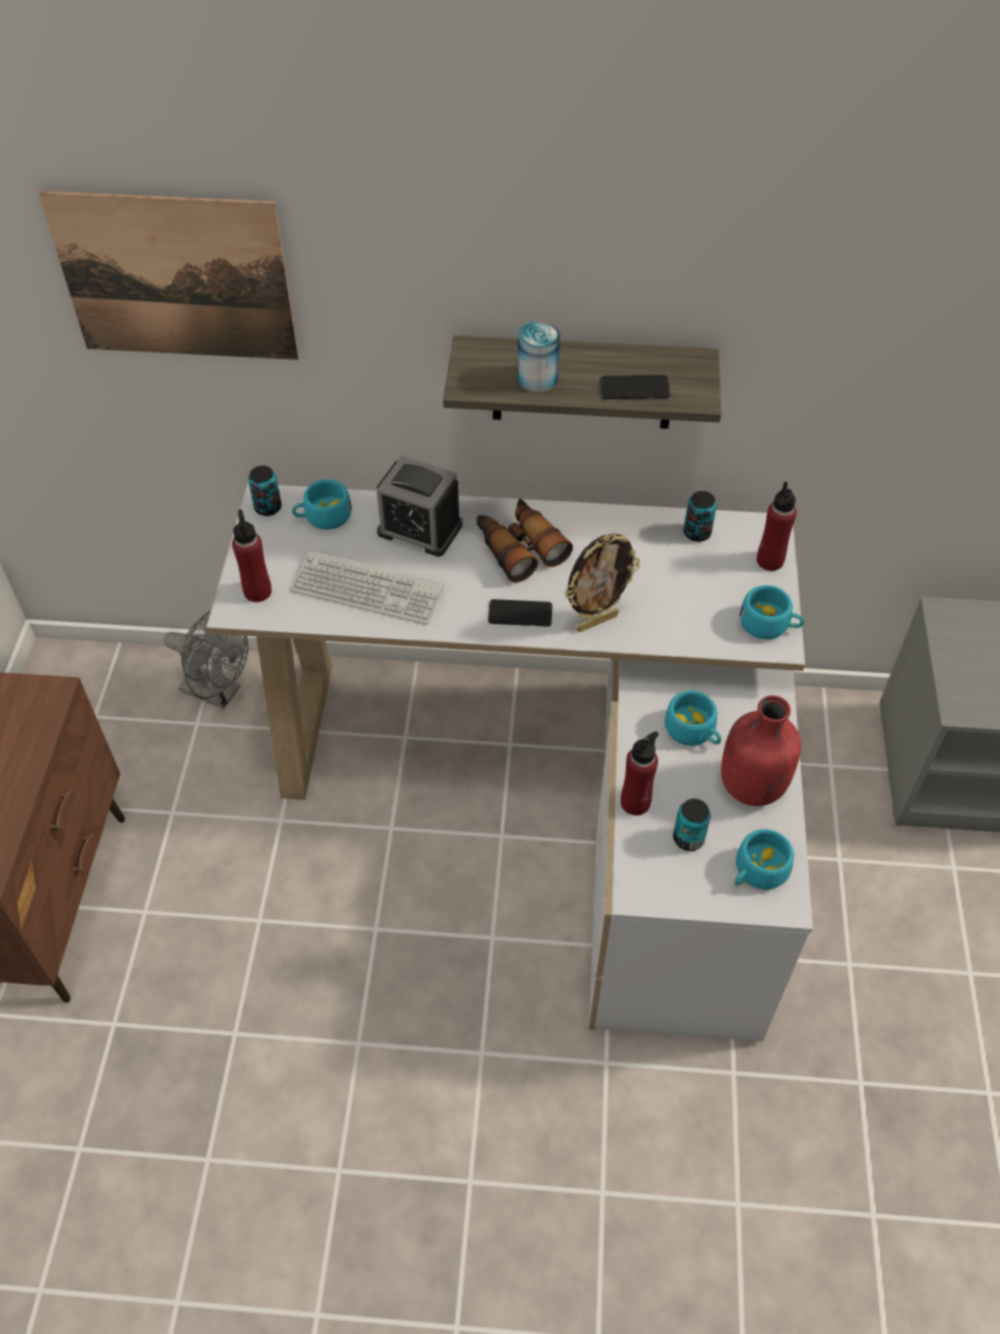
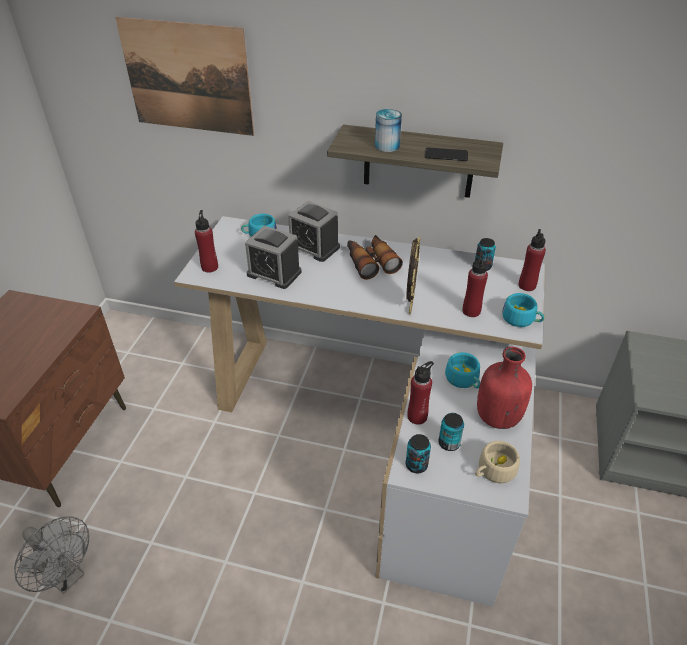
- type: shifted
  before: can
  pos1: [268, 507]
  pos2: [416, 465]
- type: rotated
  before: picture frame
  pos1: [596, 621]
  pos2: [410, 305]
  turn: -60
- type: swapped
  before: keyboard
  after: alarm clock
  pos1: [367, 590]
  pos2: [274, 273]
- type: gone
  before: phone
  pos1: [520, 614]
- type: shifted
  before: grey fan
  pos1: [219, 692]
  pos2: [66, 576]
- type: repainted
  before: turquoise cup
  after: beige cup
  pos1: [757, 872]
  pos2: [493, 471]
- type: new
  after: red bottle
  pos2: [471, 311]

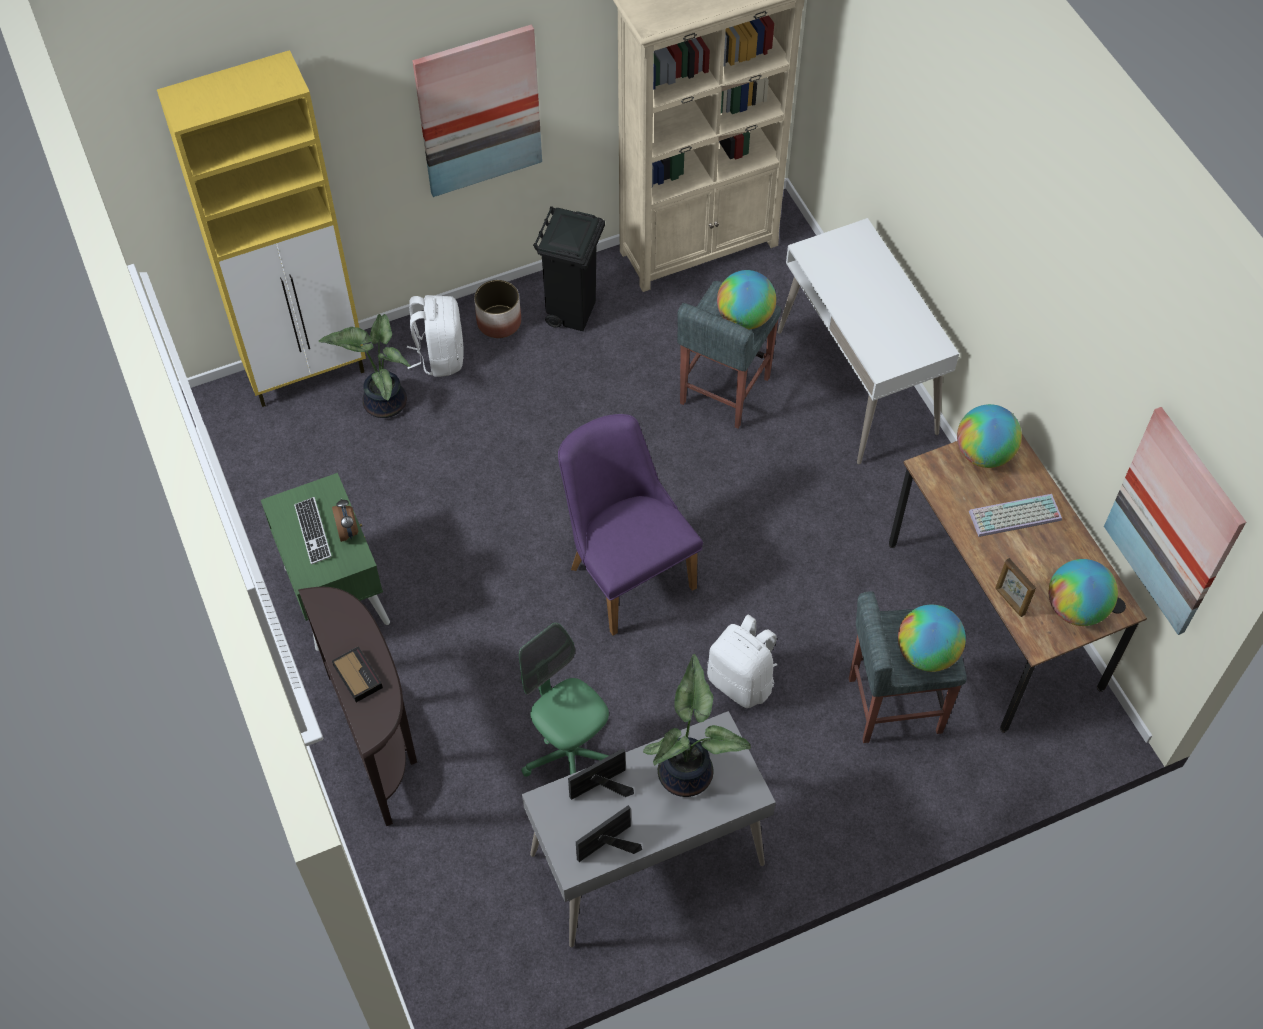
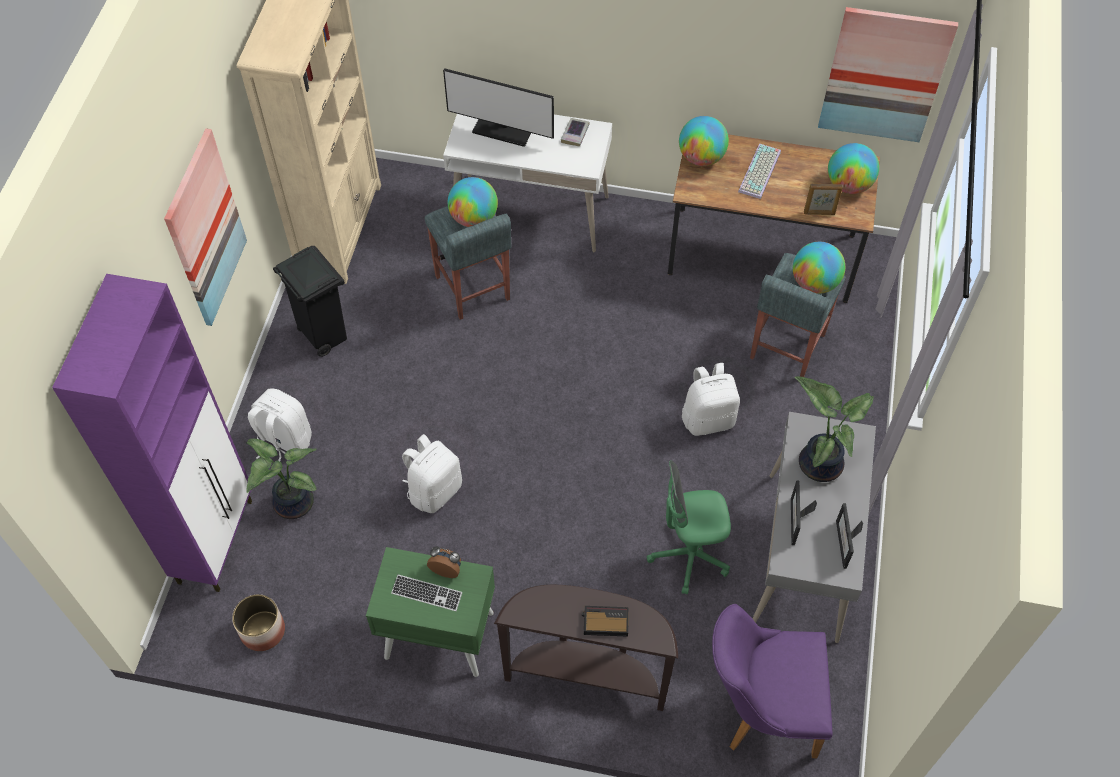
- type: repainted
  before: yellow cabinet
  after: purple cabinet
  pos1: [308, 372]
  pos2: [216, 540]
- type: shifted
  before: planter
  pos1: [499, 321]
  pos2: [262, 630]
- type: shifted
  before: purple chair
  pos1: [624, 570]
  pos2: [760, 708]
- type: new
  after: monitor
  pos2: [502, 130]
- type: new
  after: book
  pos2: [575, 134]
- type: new
  after: white backpack
  pos2: [434, 490]

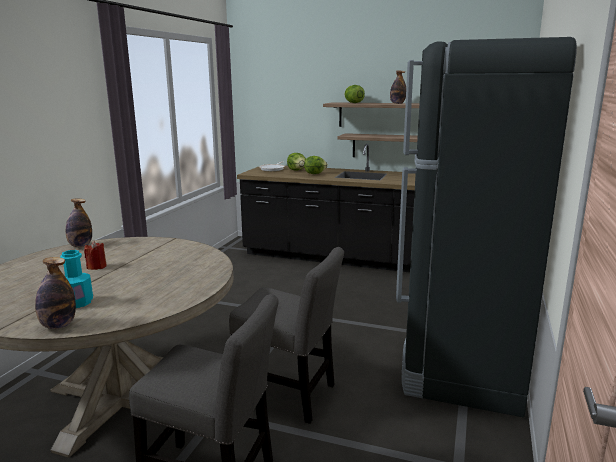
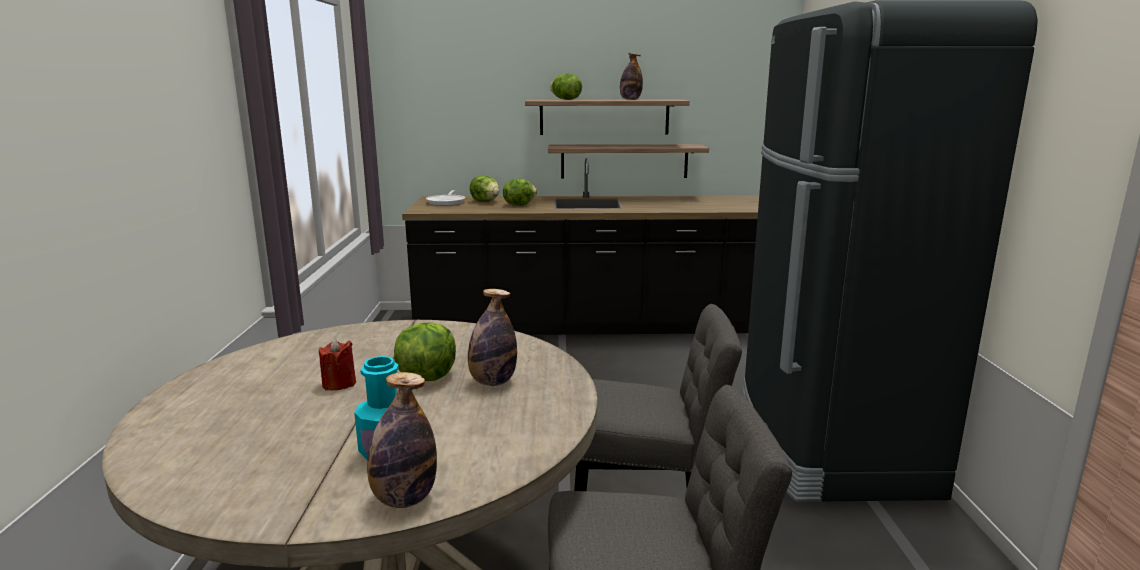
- type: shifted
  before: bottle
  pos1: [80, 246]
  pos2: [492, 382]
- type: new
  after: lettuce
  pos2: [427, 376]

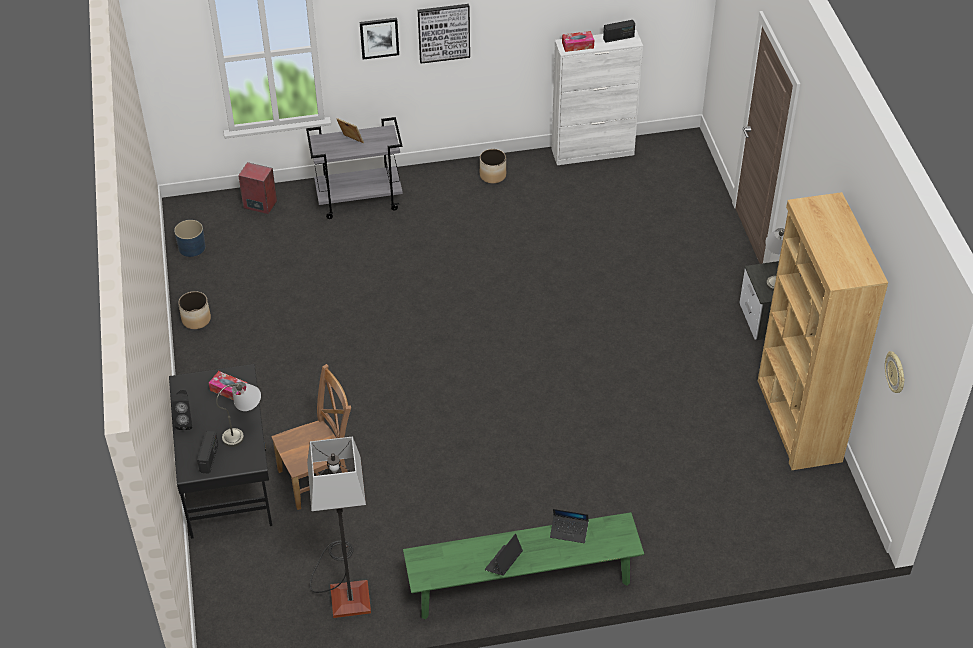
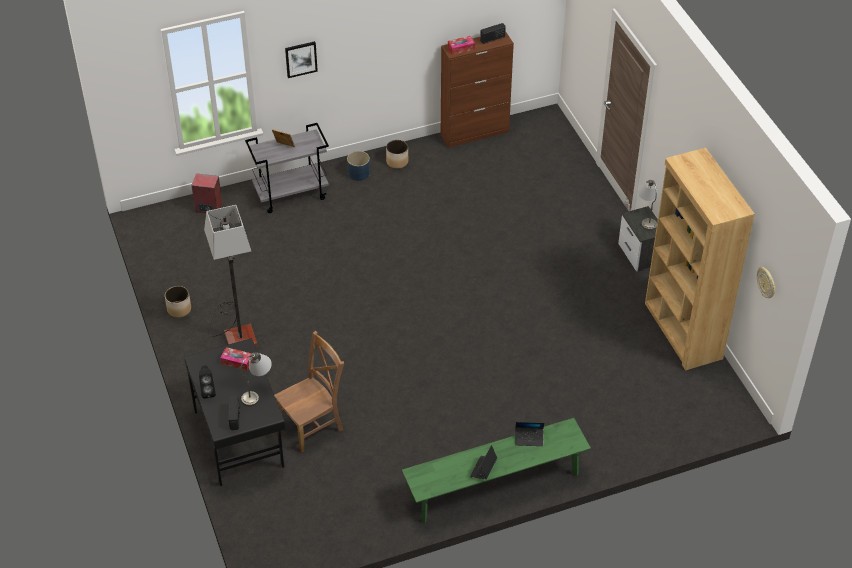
- type: gone
  before: picture
  pos1: [443, 32]
- type: repainted
  before: white cabinet
  after: brown cabinet
  pos1: [593, 152]
  pos2: [475, 133]
- type: shifted
  before: blue planter
  pos1: [192, 247]
  pos2: [359, 173]
- type: shifted
  before: floor lamp
  pos1: [345, 589]
  pos2: [235, 332]

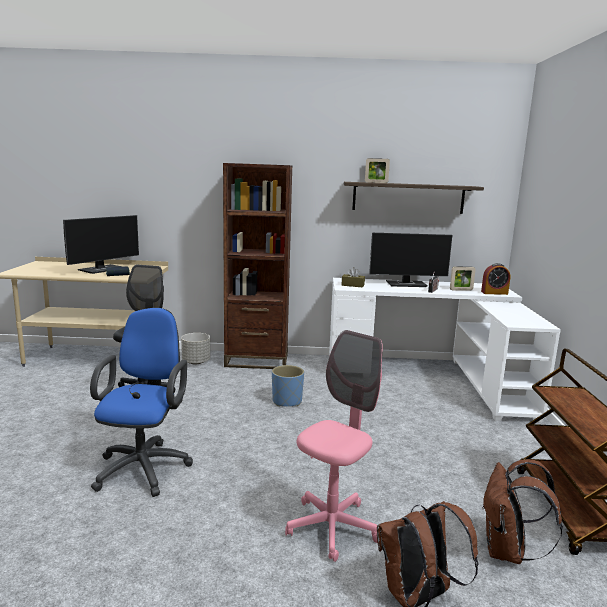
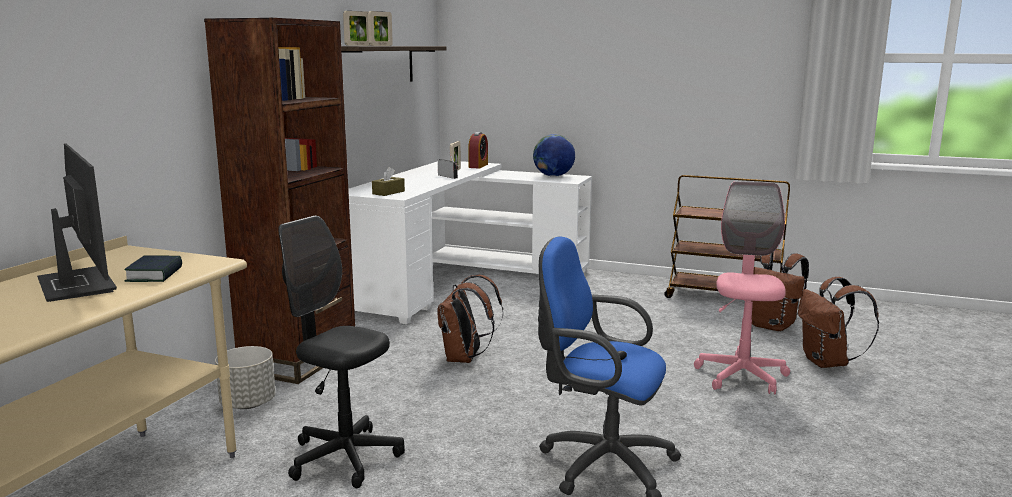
- type: gone
  before: monitor
  pos1: [407, 284]
- type: rotated
  before: pink office chair
  pos1: [332, 527]
  pos2: [741, 376]
  turn: 45
- type: swapped
  before: blue planter
  after: brown backpack
  pos1: [287, 401]
  pos2: [465, 359]
- type: new
  after: picture frame
  pos2: [381, 45]
- type: new
  after: globe
  pos2: [553, 176]

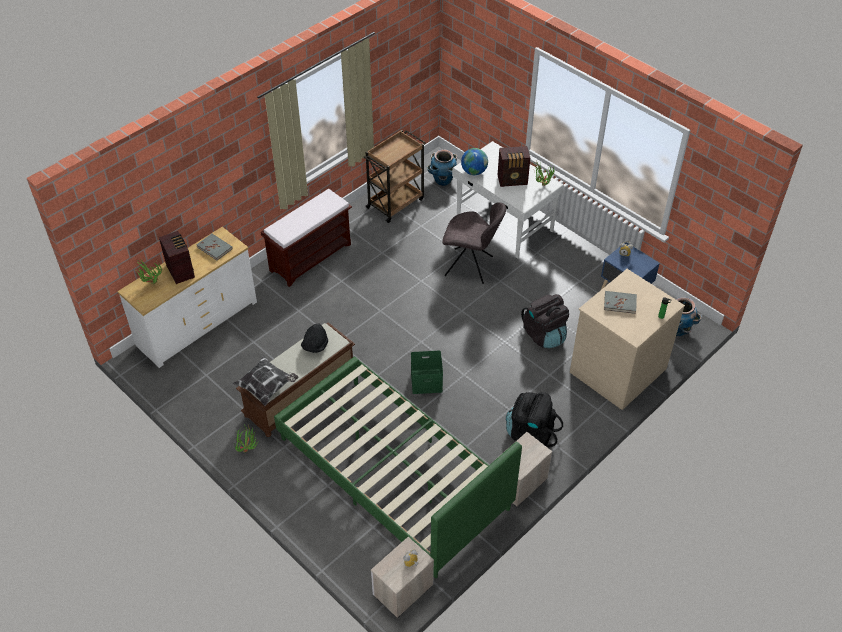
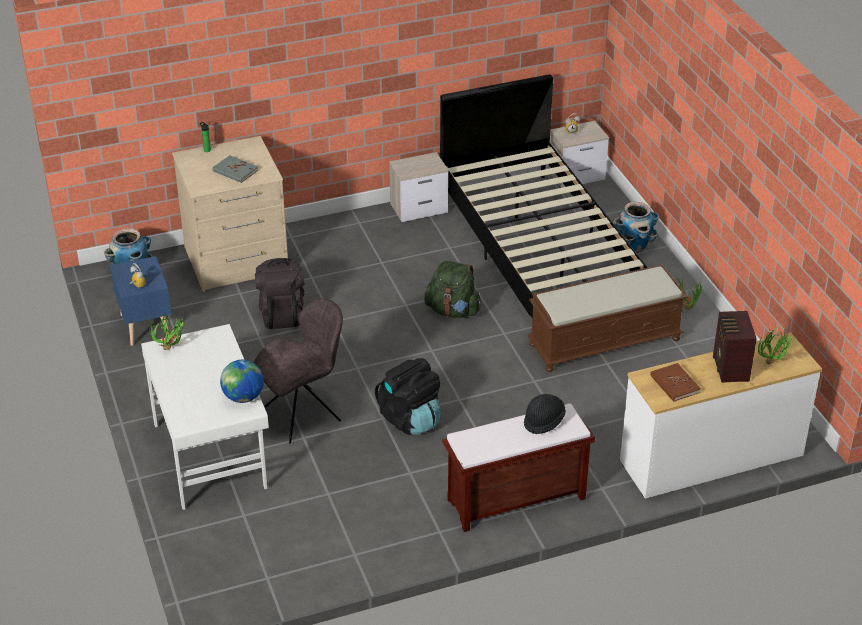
- type: gone
  before: brown cart
  pos1: [396, 203]
- type: gone
  before: radio
  pos1: [513, 180]
- type: shifted
  before: planter
  pos1: [443, 181]
  pos2: [633, 247]
- type: rotated
  before: grey chair
  pos1: [471, 266]
  pos2: [303, 414]
  turn: 105
- type: repainted
  before: grey book
  after: brown book
  pos1: [214, 248]
  pos2: [674, 384]
- type: shifted
  before: black hat
  pos1: [315, 346]
  pos2: [543, 421]
- type: swapped
  before: green storage box
  after: green backpack
  pos1: [426, 382]
  pos2: [453, 311]
- type: gone
  before: pillow
  pos1: [267, 387]
- type: repainted
  before: green bed
  after: black bed
  pos1: [393, 473]
  pos2: [538, 248]
- type: shifted
  before: black backpack
  pos1: [530, 434]
  pos2: [410, 419]

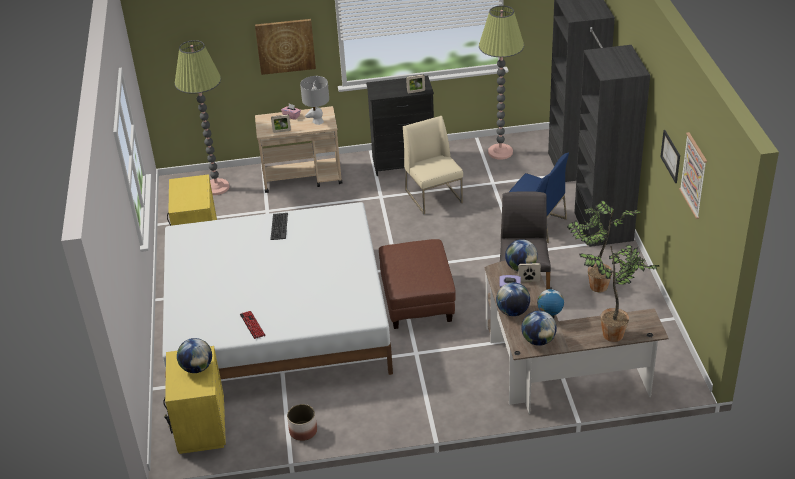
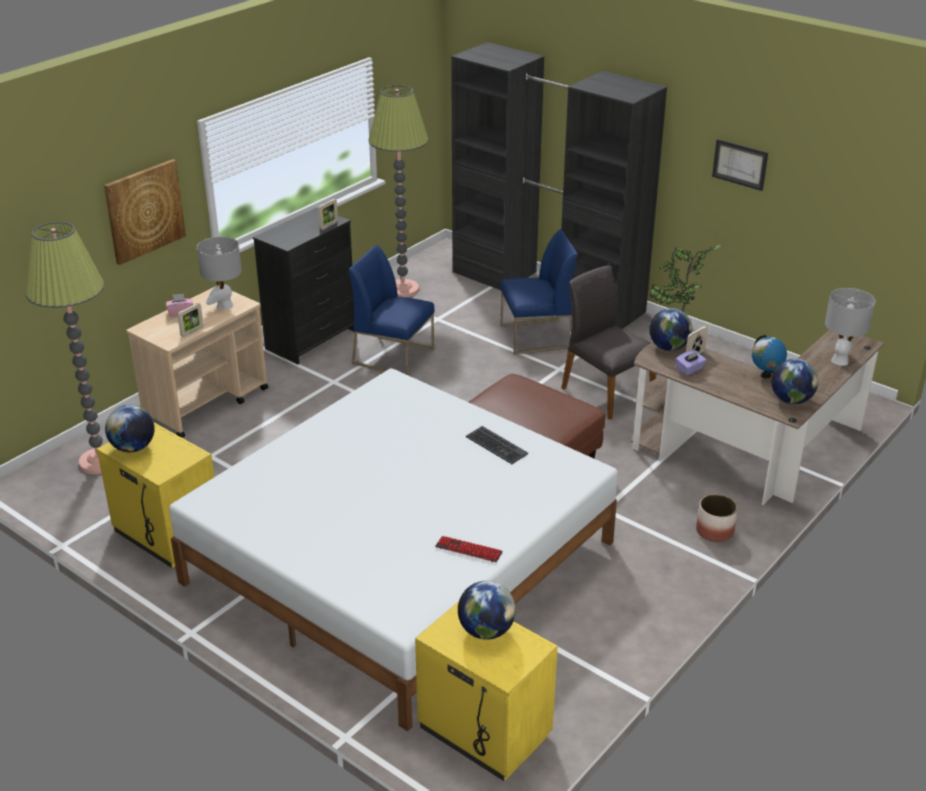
- type: repainted
  before: beige chair
  after: blue chair
  pos1: [434, 196]
  pos2: [394, 356]
- type: gone
  before: picture
  pos1: [694, 175]
- type: shifted
  before: keyboard
  pos1: [278, 226]
  pos2: [496, 446]
- type: swapped
  before: potted plant
  after: grey table lamp
  pos1: [615, 333]
  pos2: [840, 360]
- type: shifted
  before: globe
  pos1: [512, 311]
  pos2: [133, 447]
- type: shifted
  before: planter
  pos1: [303, 431]
  pos2: [715, 531]

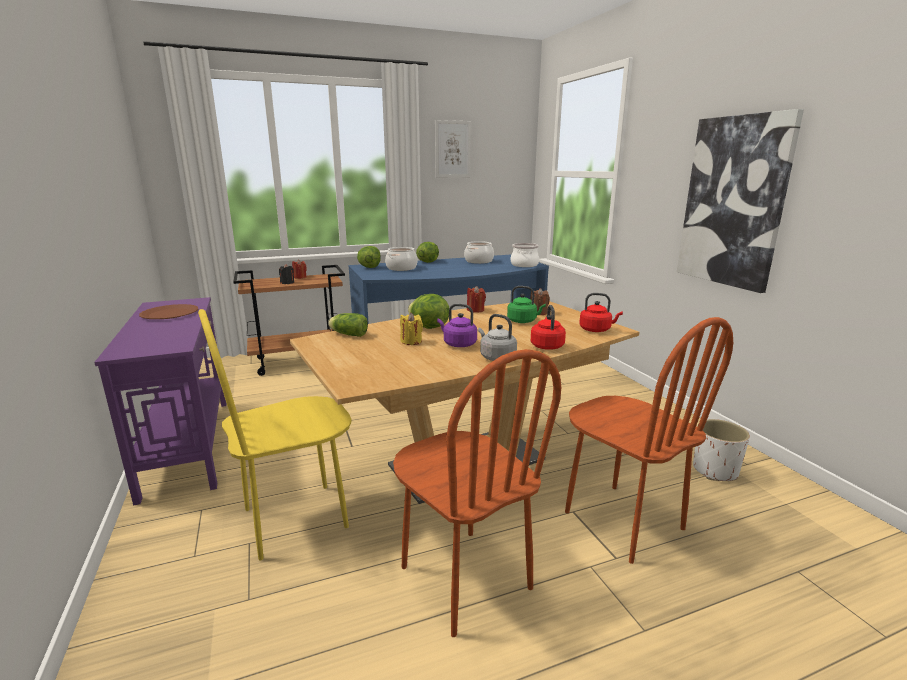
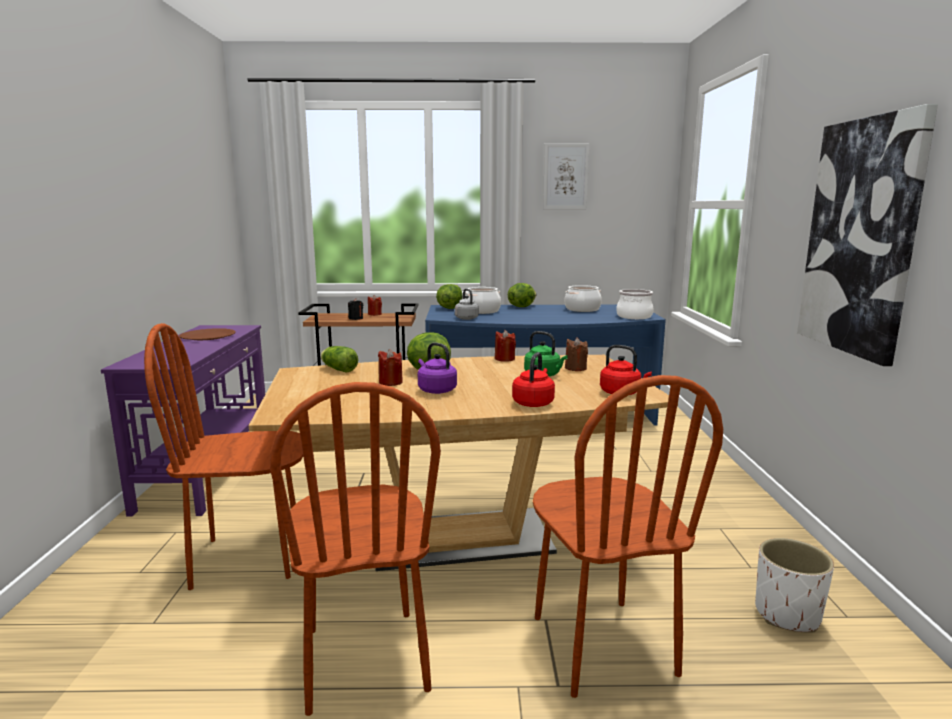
- type: repainted
  before: yellow chair
  after: brown chair
  pos1: [295, 518]
  pos2: [248, 558]
- type: repainted
  before: yellow candle
  after: red candle
  pos1: [411, 341]
  pos2: [390, 382]
- type: shifted
  before: grey kettle
  pos1: [496, 357]
  pos2: [466, 318]

